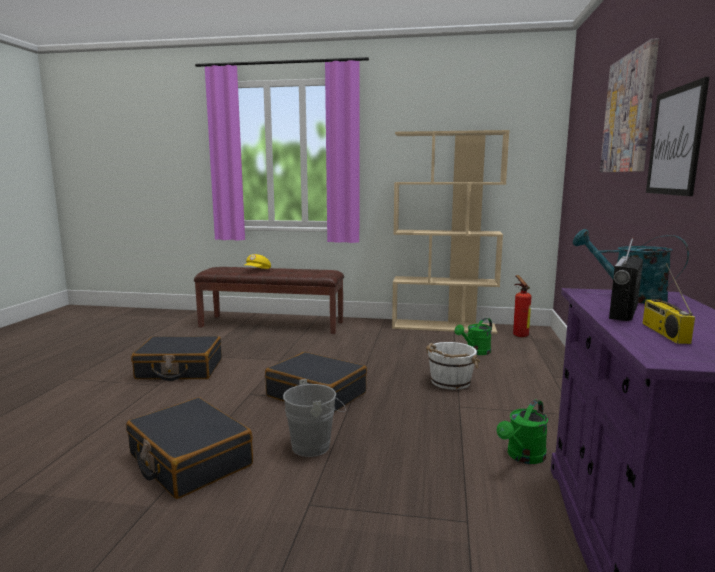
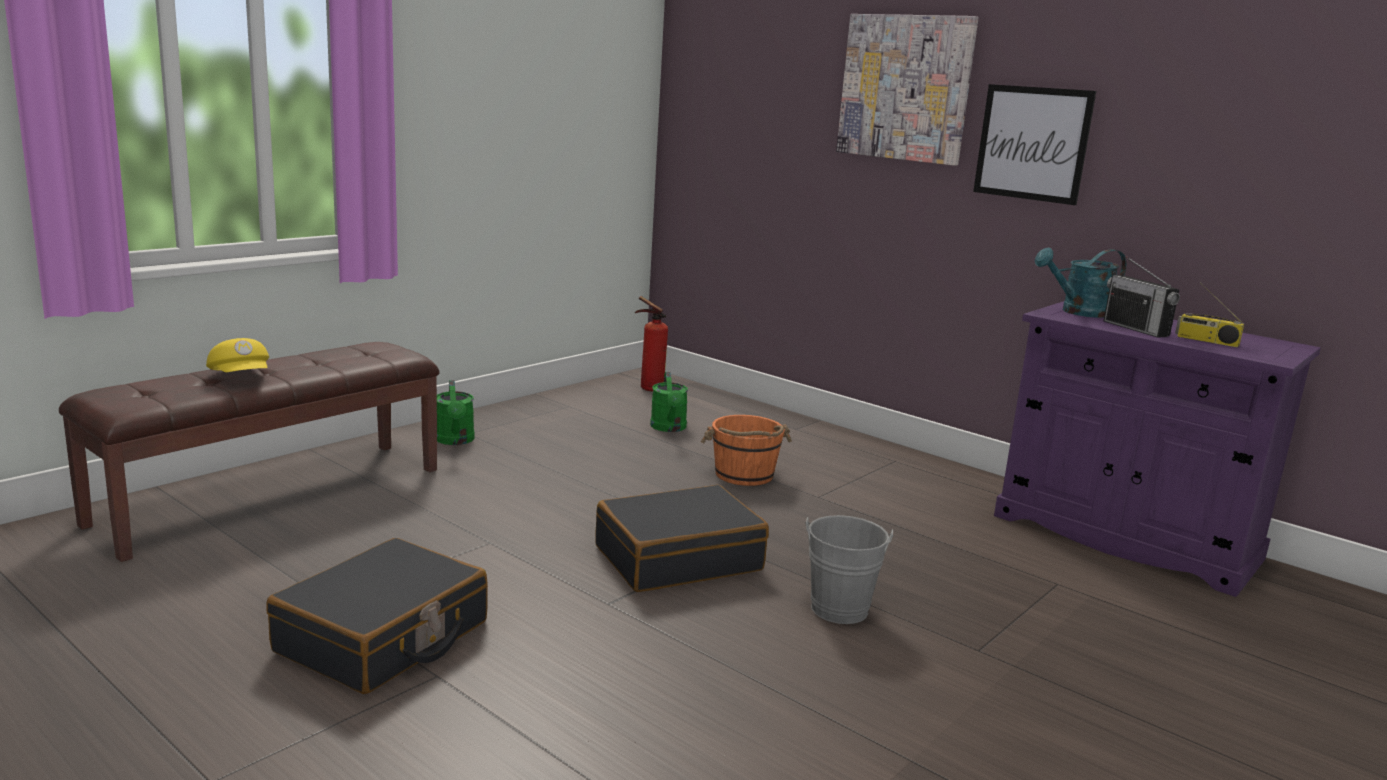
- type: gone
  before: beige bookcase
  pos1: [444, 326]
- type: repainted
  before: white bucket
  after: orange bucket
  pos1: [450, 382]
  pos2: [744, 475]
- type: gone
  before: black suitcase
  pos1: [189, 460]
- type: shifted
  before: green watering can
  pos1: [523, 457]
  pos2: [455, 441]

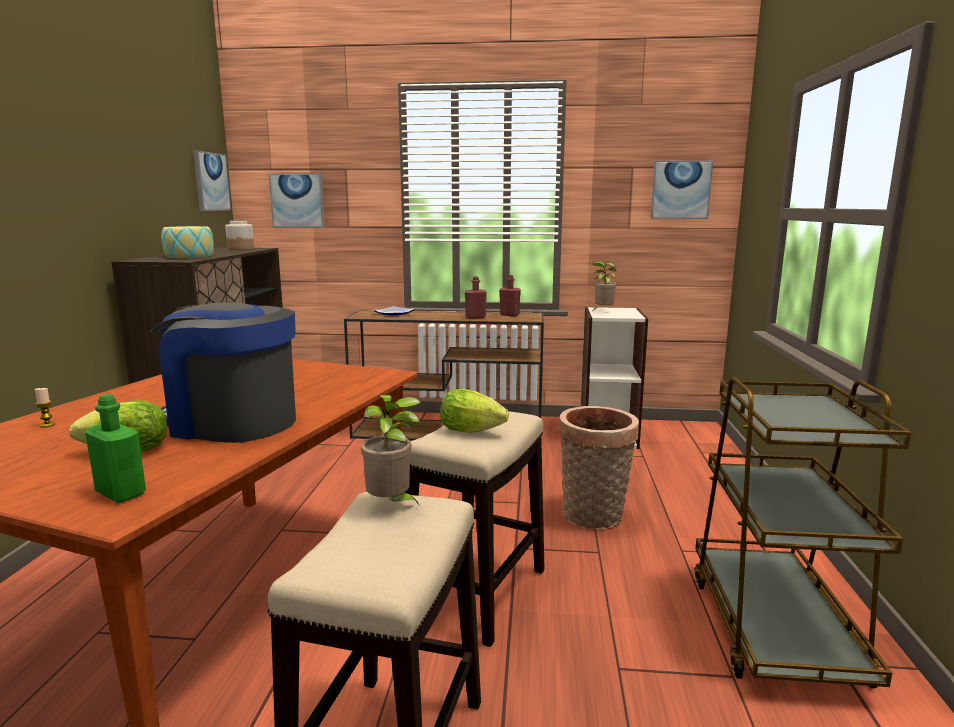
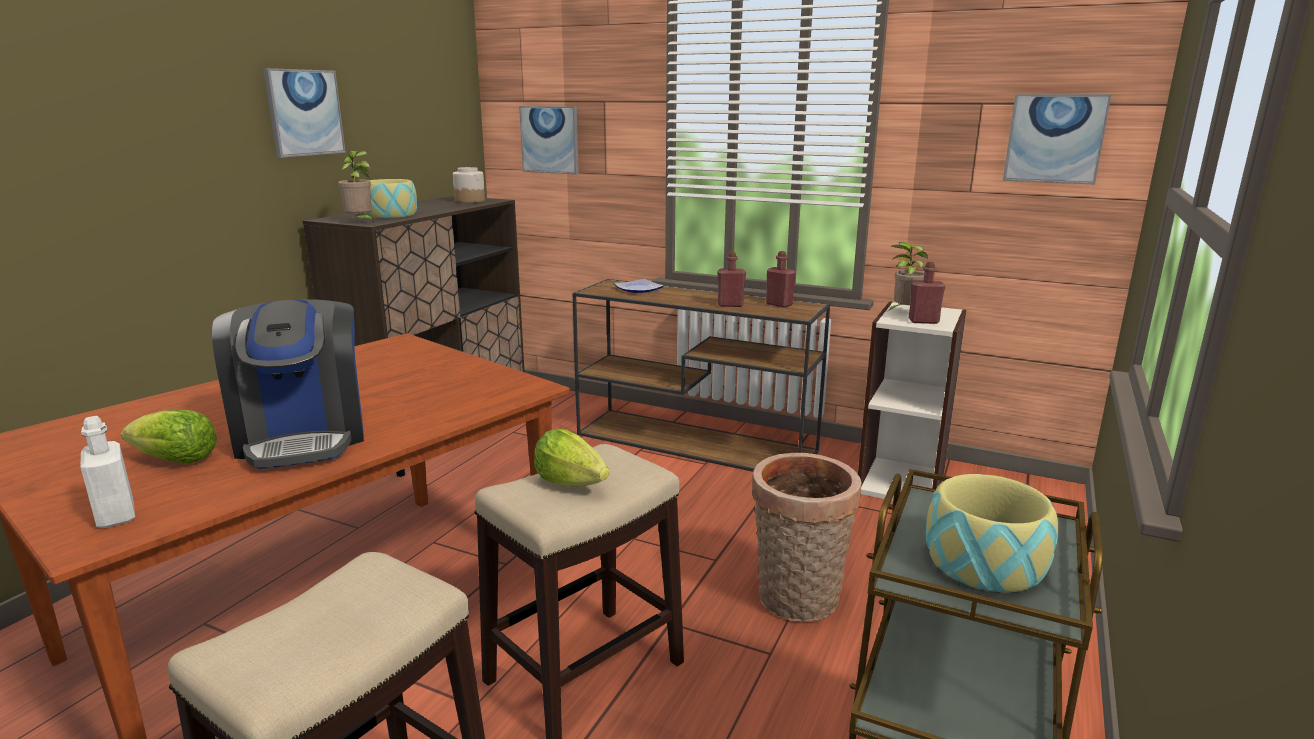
- type: shifted
  before: picture
  pos1: [211, 182]
  pos2: [304, 112]
- type: rotated
  before: coffee machine
  pos1: [231, 422]
  pos2: [303, 437]
  turn: -150
- type: gone
  before: candle
  pos1: [47, 425]
- type: repainted
  before: green bottle
  after: white bottle
  pos1: [121, 493]
  pos2: [116, 516]
- type: shifted
  before: potted plant
  pos1: [391, 505]
  pos2: [360, 222]
- type: new
  after: red bottle
  pos2: [923, 321]
- type: new
  after: bowl
  pos2: [985, 562]

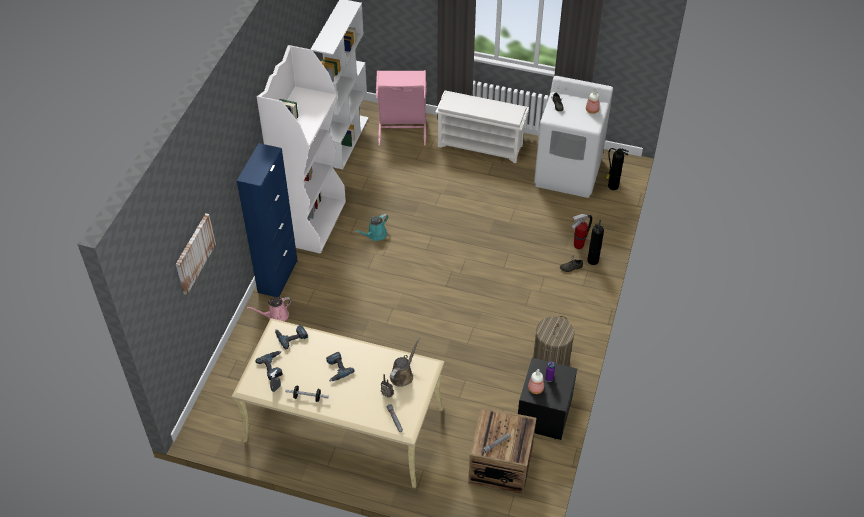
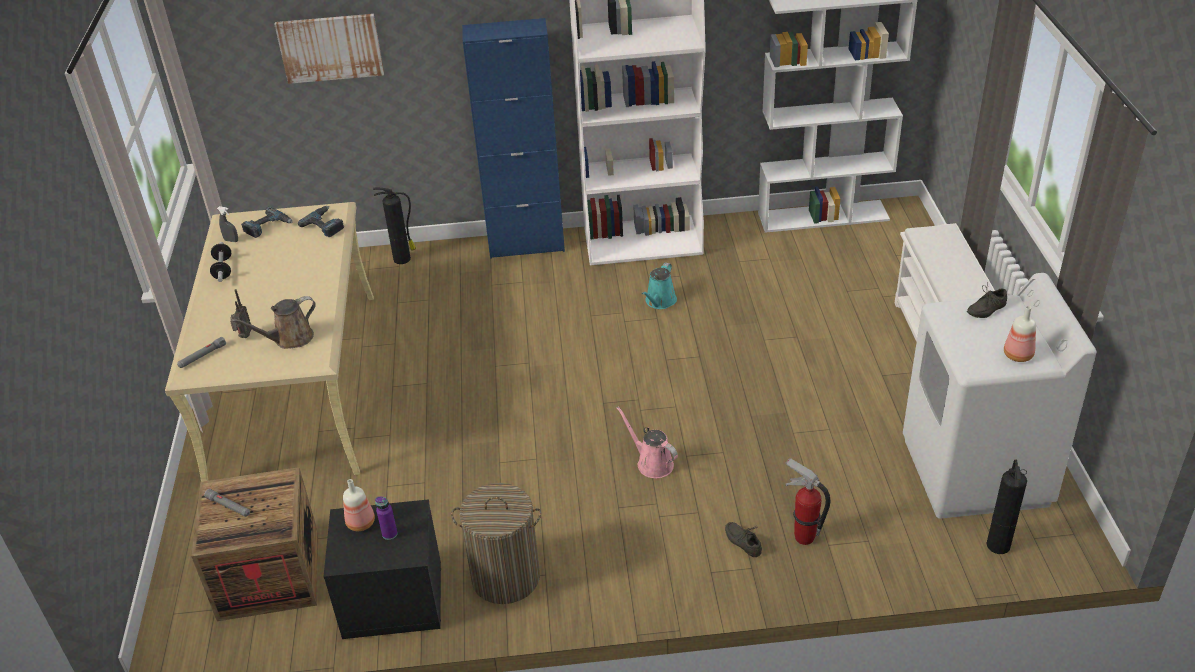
- type: gone
  before: pink laundry basket
  pos1: [402, 128]
- type: rotated
  before: turquoise watering can
  pos1: [375, 235]
  pos2: [659, 302]
  turn: -90
- type: shifted
  before: fire extinguisher
  pos1: [593, 260]
  pos2: [403, 259]
- type: shifted
  before: pink watering can
  pos1: [276, 316]
  pos2: [652, 463]
- type: rotated
  before: brown watering can
  pos1: [403, 375]
  pos2: [290, 339]
  turn: 135
- type: gone
  before: power drill
  pos1: [336, 369]

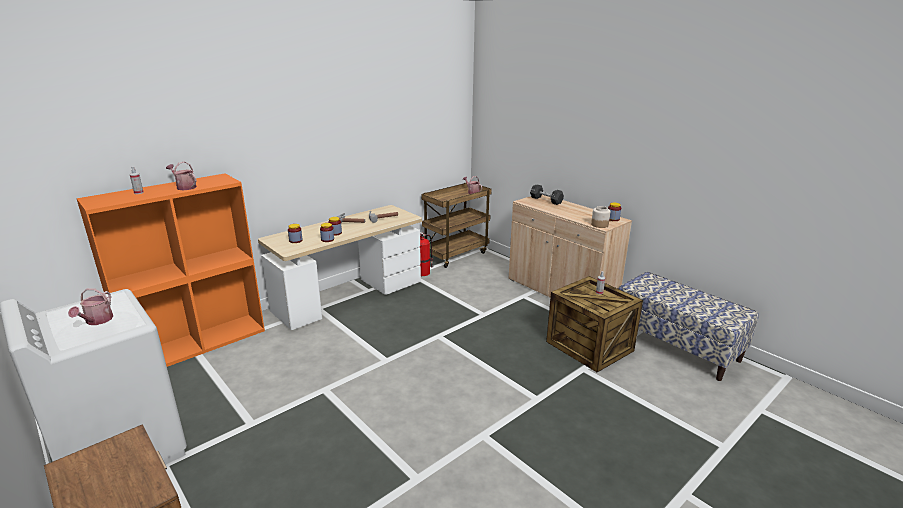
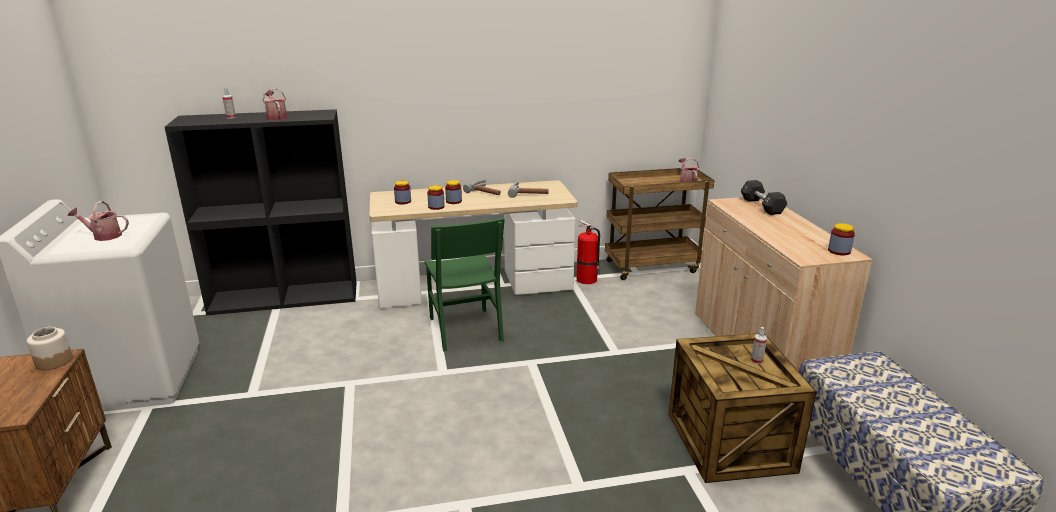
- type: repainted
  before: orange bookcase
  after: black bookcase
  pos1: [198, 343]
  pos2: [286, 297]
- type: shifted
  before: jar
  pos1: [599, 225]
  pos2: [54, 361]
- type: rotated
  before: watering can
  pos1: [97, 321]
  pos2: [103, 236]
  turn: 60
- type: new
  after: green chair
  pos2: [465, 329]

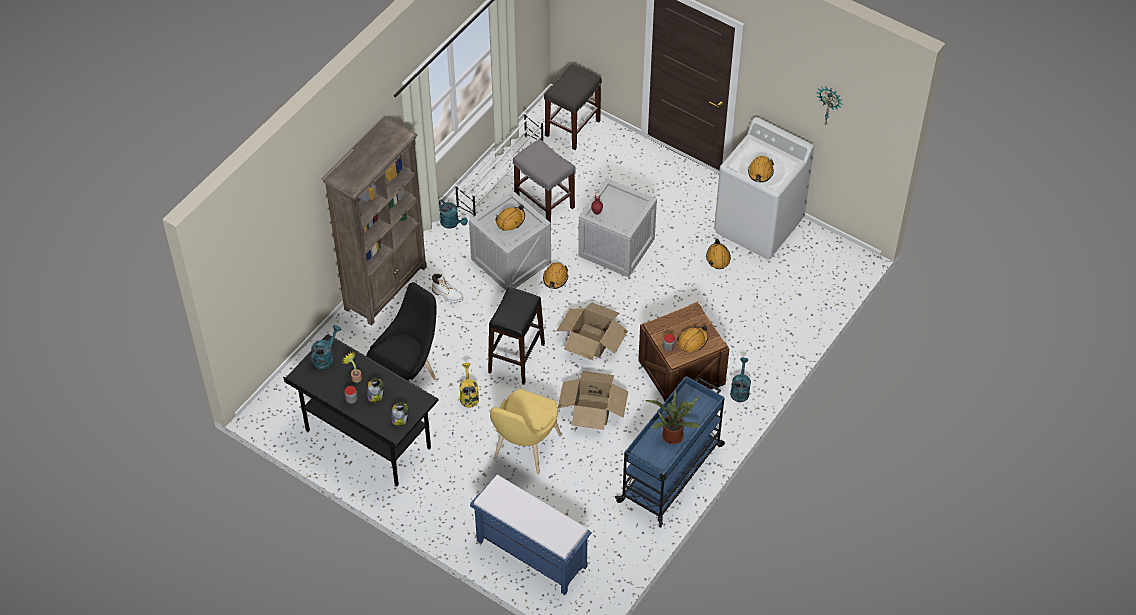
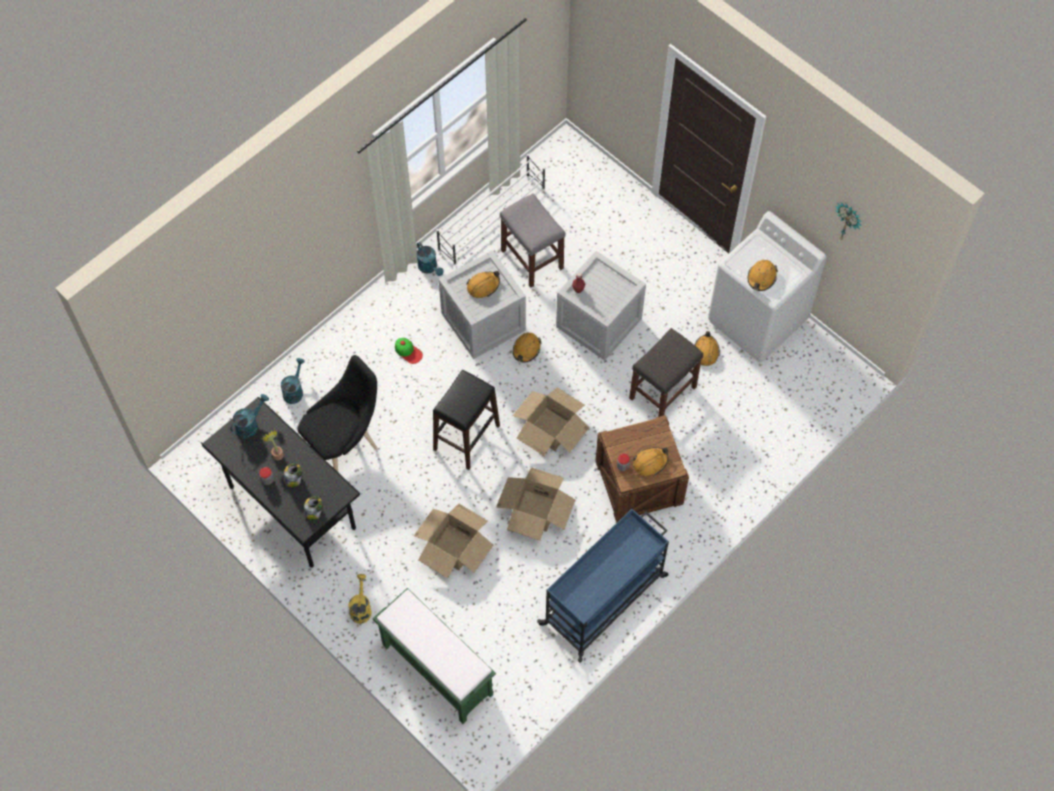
- type: shifted
  before: grey stool
  pos1: [572, 129]
  pos2: [662, 393]
- type: gone
  before: brown bookcase
  pos1: [386, 287]
- type: swapped
  before: white boot
  after: cap
  pos1: [447, 295]
  pos2: [408, 351]
- type: shifted
  before: turquoise watering can
  pos1: [740, 390]
  pos2: [294, 390]
- type: shifted
  before: yellow watering can
  pos1: [468, 395]
  pos2: [361, 608]
- type: swapped
  before: yellow chair
  after: cardboard box
  pos1: [524, 450]
  pos2: [453, 547]
- type: gone
  before: potted plant
  pos1: [673, 434]
- type: repainted
  before: blue bench
  after: green bench
  pos1: [530, 553]
  pos2: [436, 669]

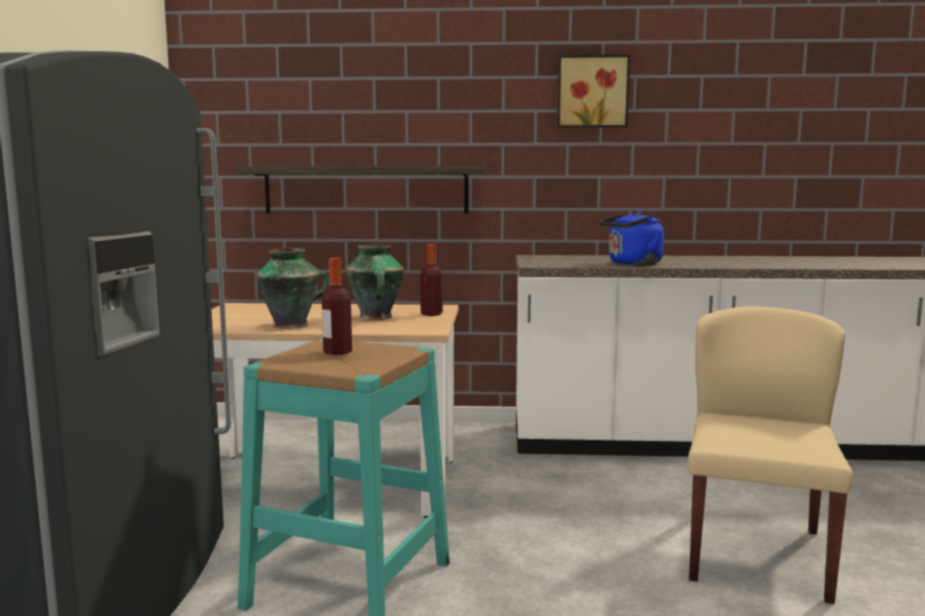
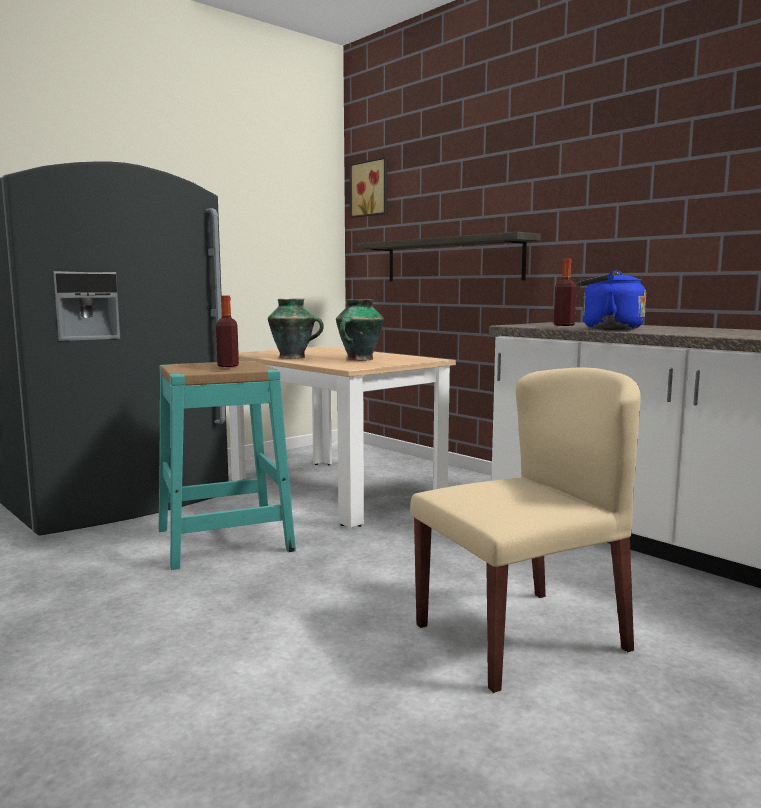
- type: shifted
  before: picture
  pos1: [592, 92]
  pos2: [371, 188]
- type: shifted
  before: bottle
  pos1: [431, 314]
  pos2: [564, 325]

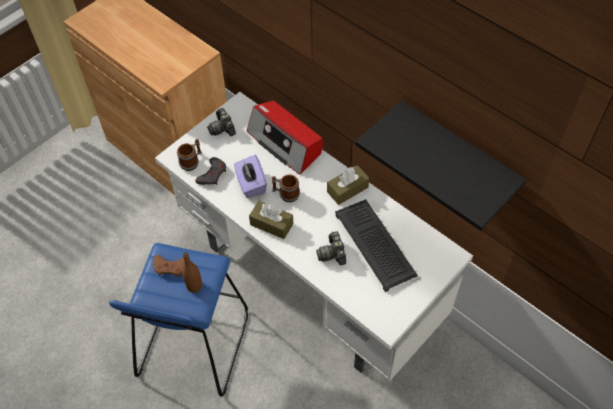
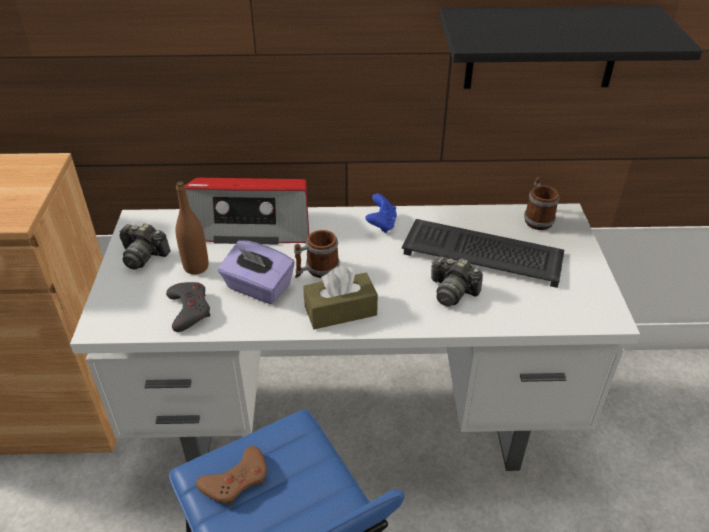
- type: shifted
  before: mug
  pos1: [192, 161]
  pos2: [536, 218]
- type: swapped
  before: brown tissue box
  after: blue game controller
  pos1: [347, 189]
  pos2: [381, 224]
- type: shifted
  before: brown bottle
  pos1: [194, 286]
  pos2: [196, 267]

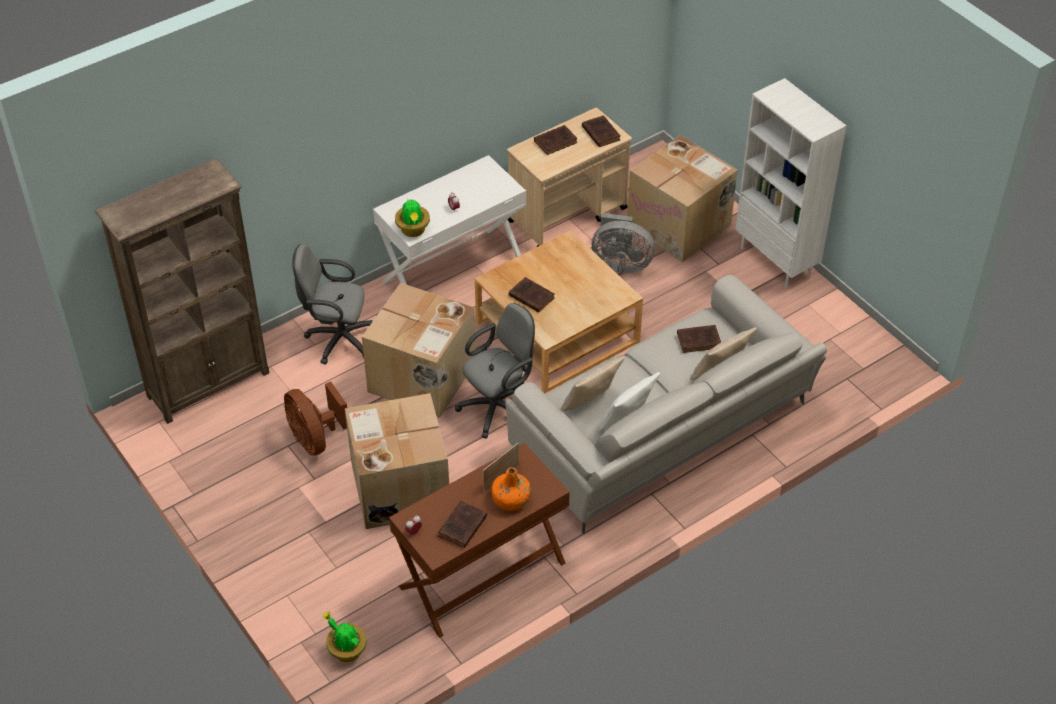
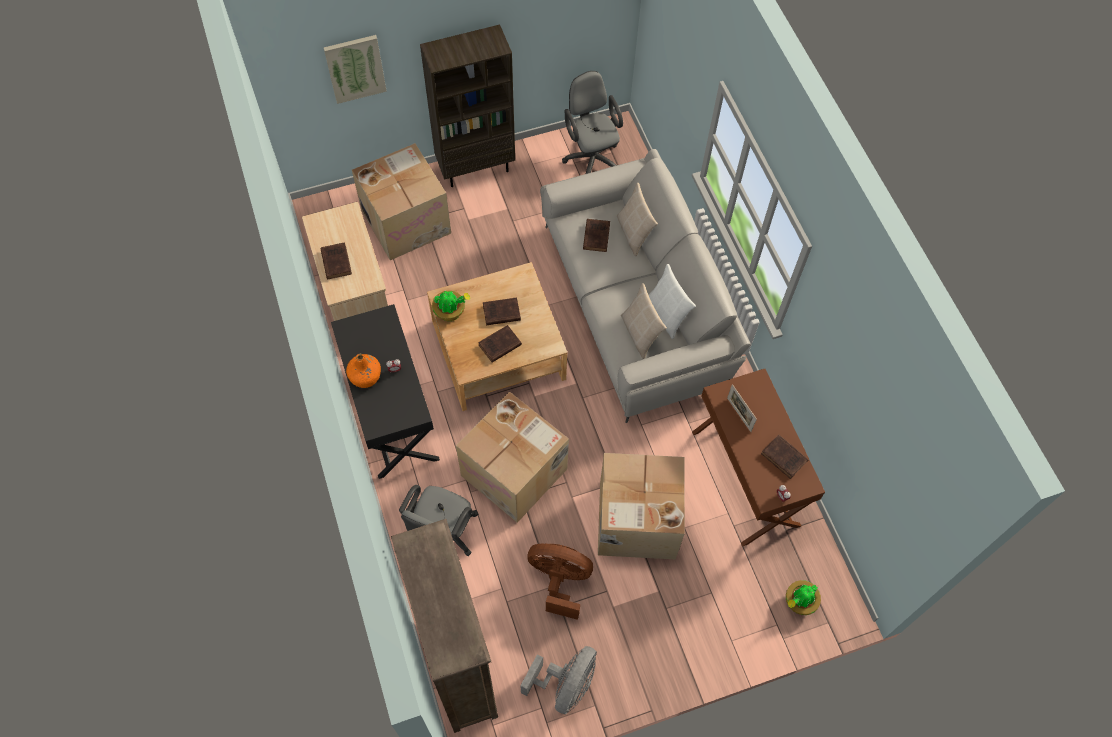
- type: repainted
  before: white bookcase
  after: brown bookcase
  pos1: [776, 260]
  pos2: [476, 167]
- type: shifted
  before: brown book
  pos1: [600, 133]
  pos2: [500, 313]
- type: repainted
  before: white desk
  after: black desk
  pos1: [453, 272]
  pos2: [391, 414]
- type: shifted
  before: potted plant
  pos1: [413, 230]
  pos2: [450, 312]
- type: shifted
  before: grey fan
  pos1: [620, 263]
  pos2: [565, 685]
- type: shifted
  before: grey office chair
  pos1: [499, 407]
  pos2: [591, 158]
- type: rotated
  before: brown fan
  pos1: [315, 439]
  pos2: [559, 580]
  turn: -150
- type: shifted
  before: orange bottle
  pos1: [511, 500]
  pos2: [365, 376]
- type: new
  after: picture
  pos2: [355, 68]

